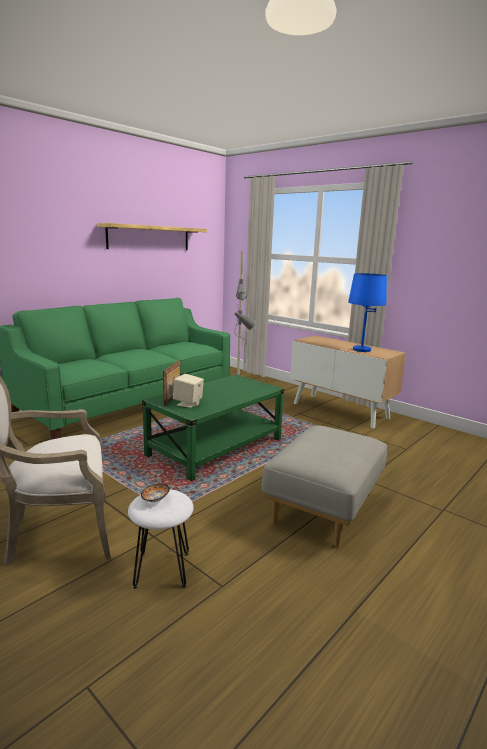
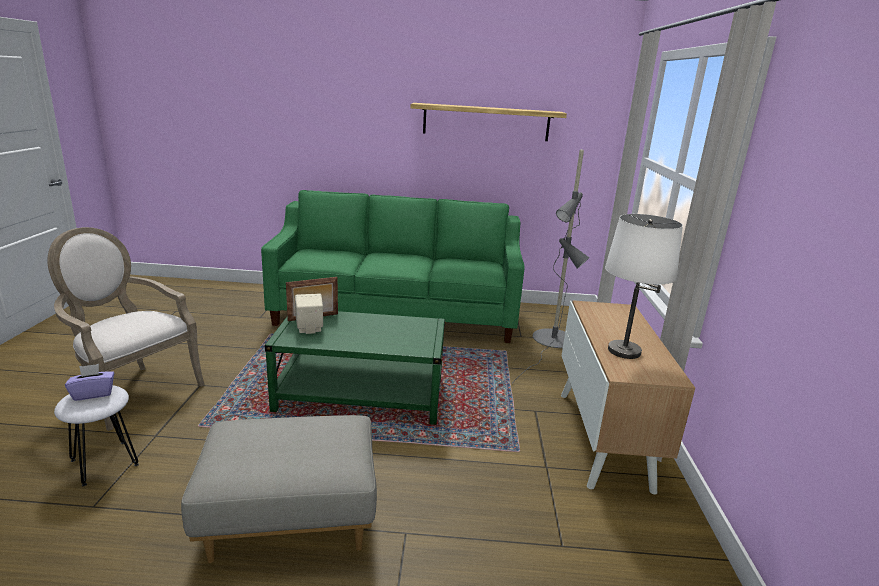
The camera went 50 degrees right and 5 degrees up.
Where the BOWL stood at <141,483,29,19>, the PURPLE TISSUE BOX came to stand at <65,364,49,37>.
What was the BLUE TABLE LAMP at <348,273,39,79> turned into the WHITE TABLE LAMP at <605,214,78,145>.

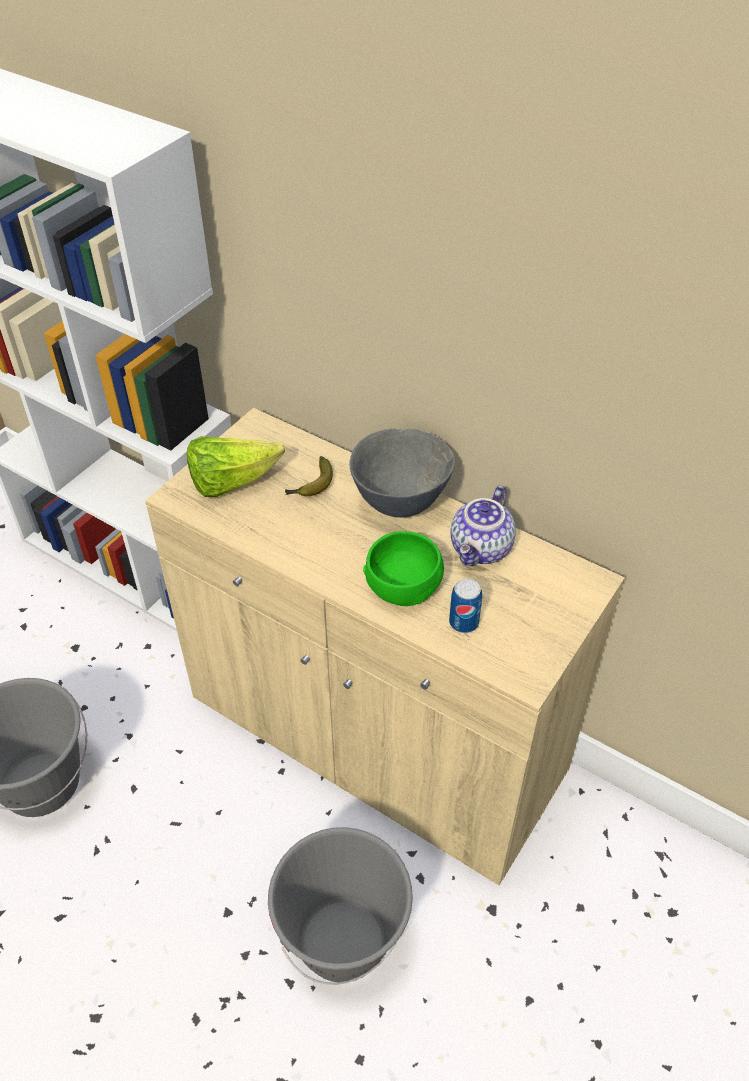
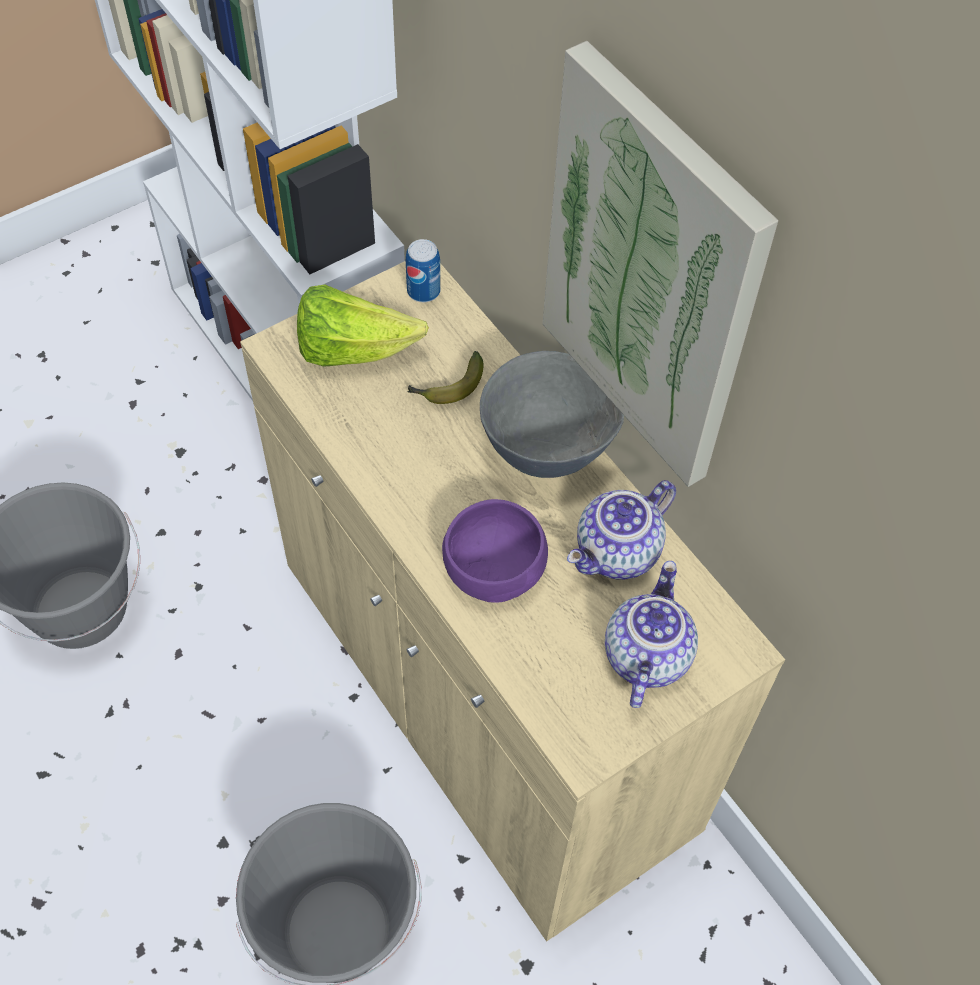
The camera went 20 degrees right and 10 degrees up.
The CAN ended up elsewhere, having gone from <449,579,33,54> to <406,239,35,63>.
What was the GREEN BOWL at <363,531,81,75> turned into the PURPLE BOWL at <442,499,106,104>.
The second view gained the PICTURE at <543,41,236,446>.
The second view gained the TEAPOT at <605,561,93,147>.

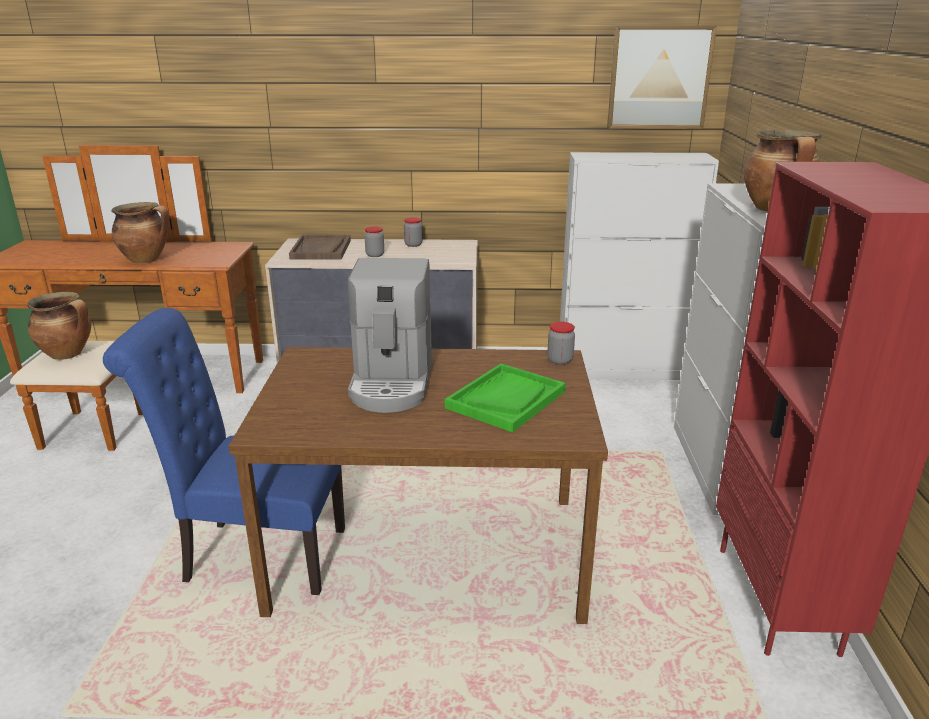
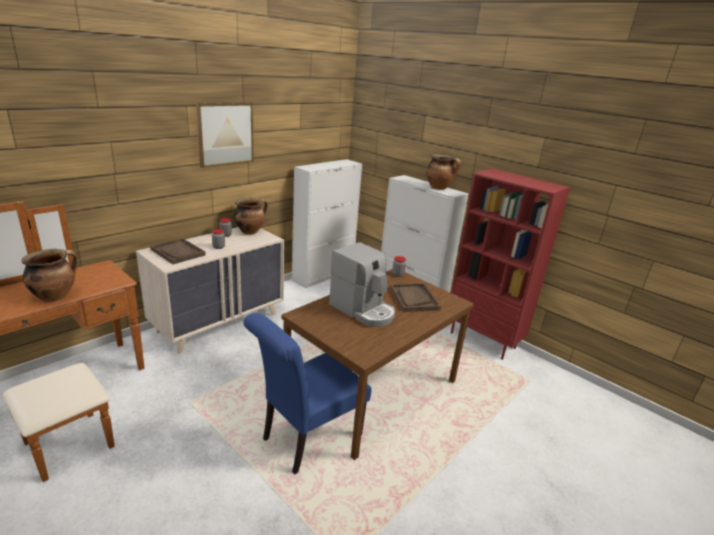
The camera went 50 degrees left and 0 degrees up.
The PICTURE ended up elsewhere, having gone from <607,25,110,104> to <196,102,58,66>.
The COOKING POT ended up elsewhere, having gone from <27,292,64,68> to <234,198,34,36>.
What was the GREEN TRAY at <445,363,121,70> turned into the BROWN TRAY at <390,283,51,29>.

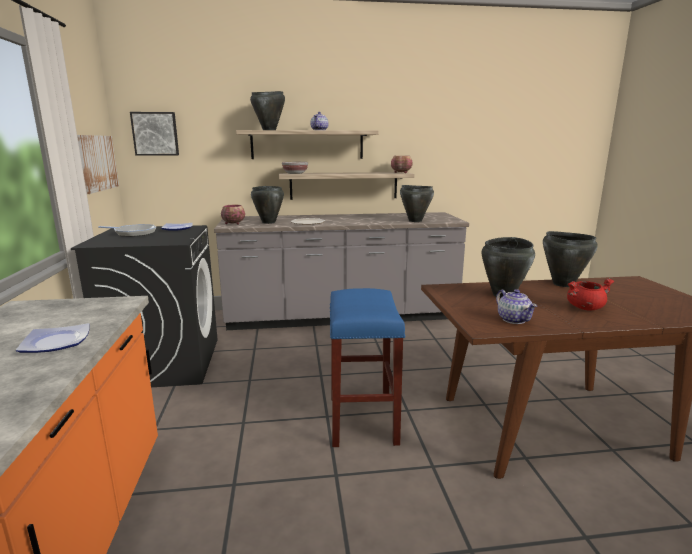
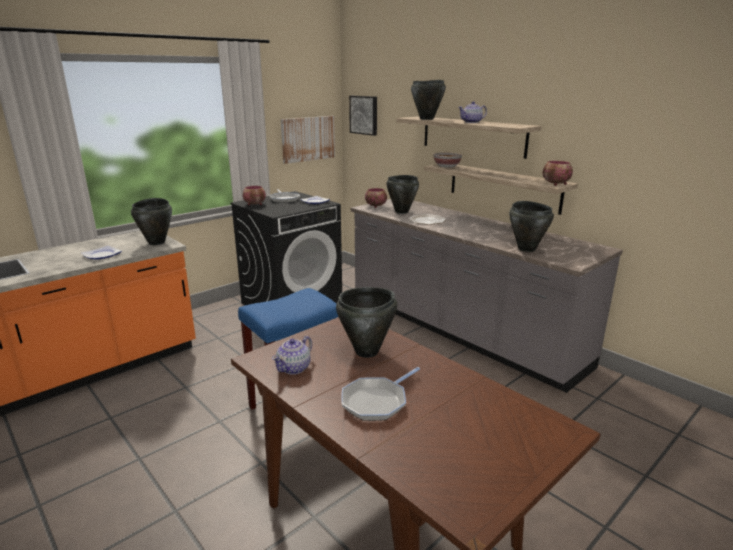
The camera went 55 degrees right and 5 degrees up.
The BLACK COOKING POT ended up elsewhere, having gone from <543,231,55,56> to <131,198,41,47>.
The second view gained the BOWL at <243,186,23,19>.
Where the RED COOKING POT stood at <567,279,47,31>, the FRYING PAN came to stand at <341,367,79,54>.

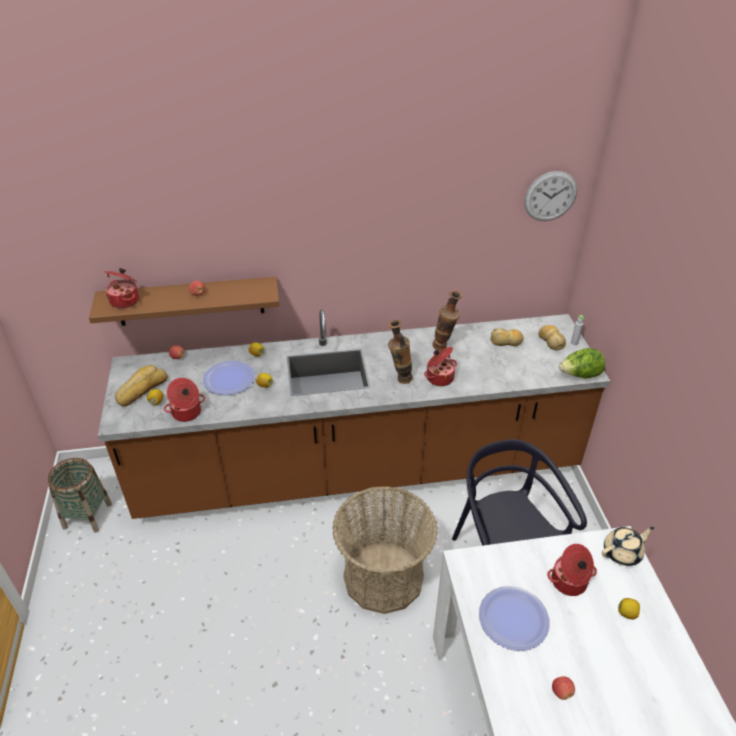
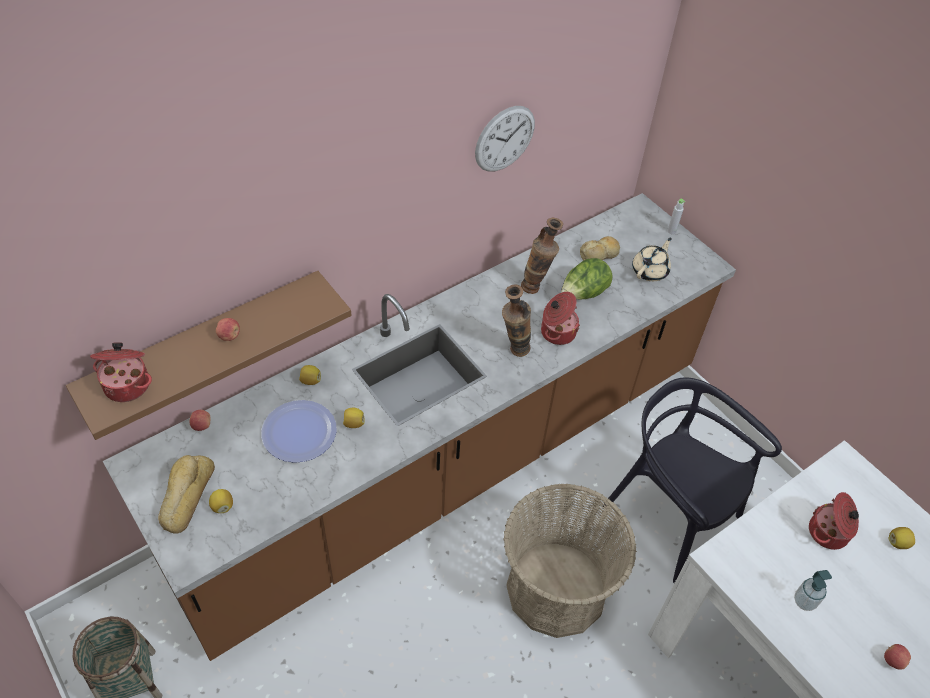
The camera went 30 degrees left and 10 degrees up.
The WALL CLOCK ended up elsewhere, having gone from <524,171,53,50> to <475,106,60,66>.
The LETTUCE ended up elsewhere, having gone from <559,348,46,31> to <561,258,51,41>.
The BEIGE TEAPOT ended up elsewhere, having gone from <602,527,52,39> to <632,238,39,43>.
Where the PLATE stood at <479,586,71,65>, the SOAP DISPENSER came to stand at <794,570,38,41>.
The second view lost the COOKING POT at <164,378,41,44>.
The second view lost the BREAD at <538,325,28,25>.

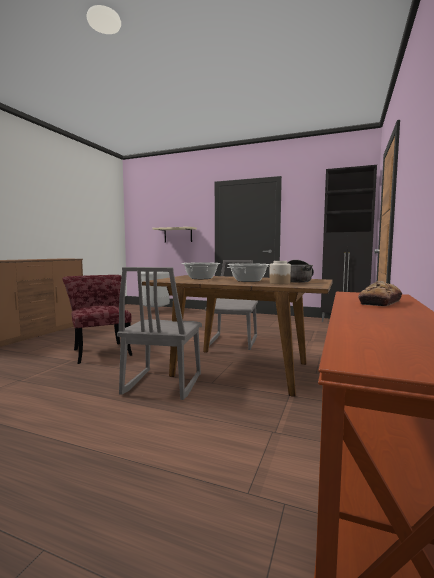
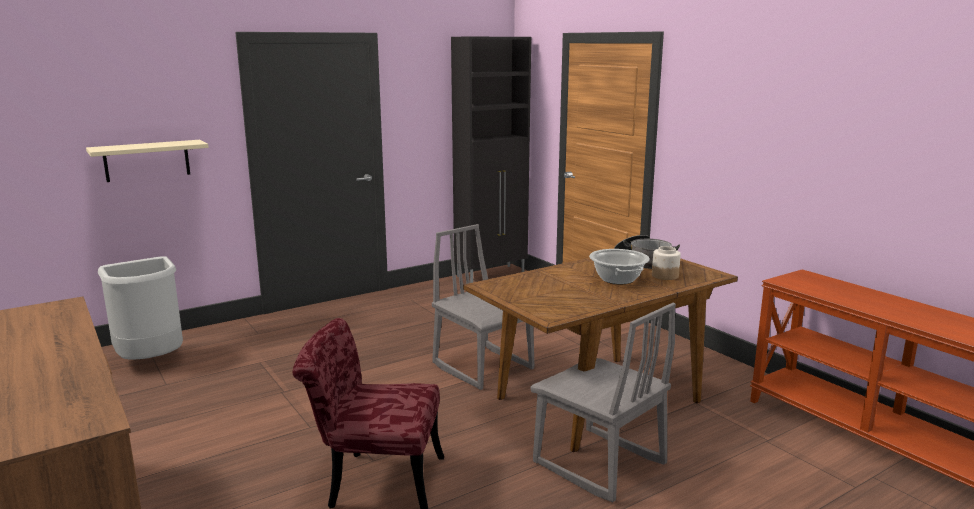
The camera went 55 degrees left and 10 degrees up.
The second view lost the COOKING POT at <182,262,38,17>.
The second view lost the BREAD at <358,281,44,26>.

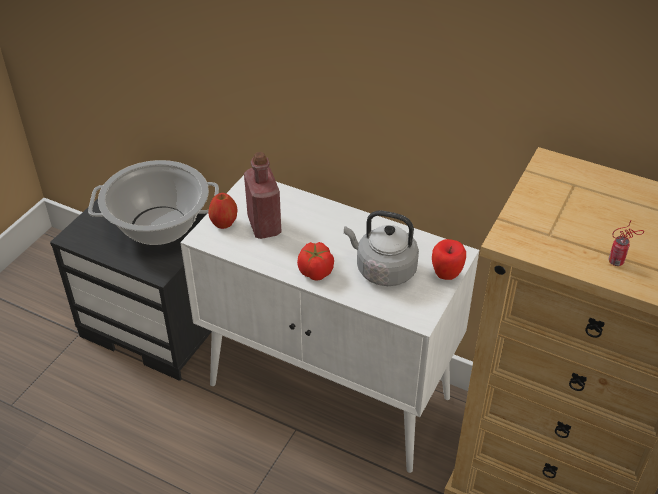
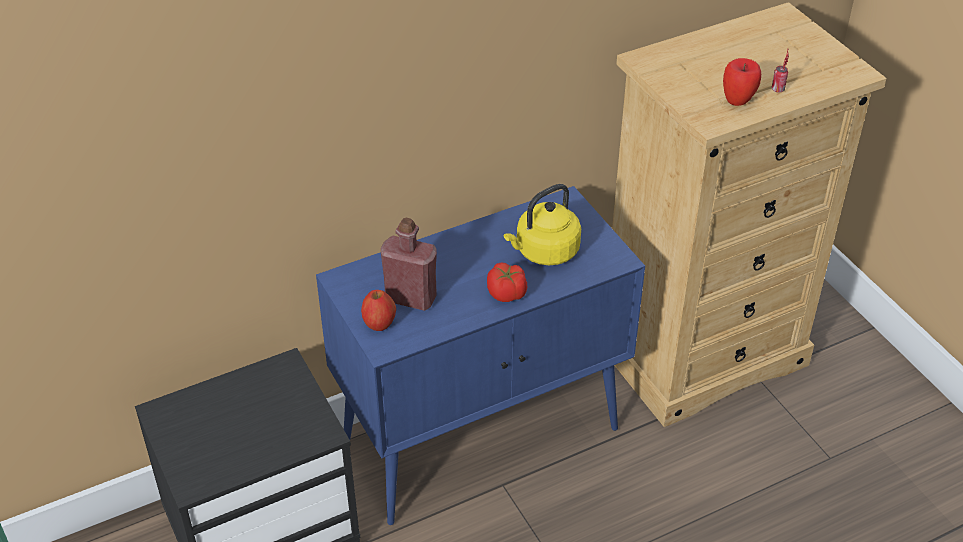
The camera went 55 degrees left and 0 degrees up.
What was the WHITE CABINET at <180,175,299,298> turned into the BLUE CABINET at <316,186,329,339>.
What was the GREY KETTLE at <344,210,75,76> turned into the YELLOW KETTLE at <504,184,77,81>.
The APPLE ended up elsewhere, having gone from <432,239,34,41> to <723,58,38,48>.
The second view lost the COOKING POT at <88,160,131,85>.

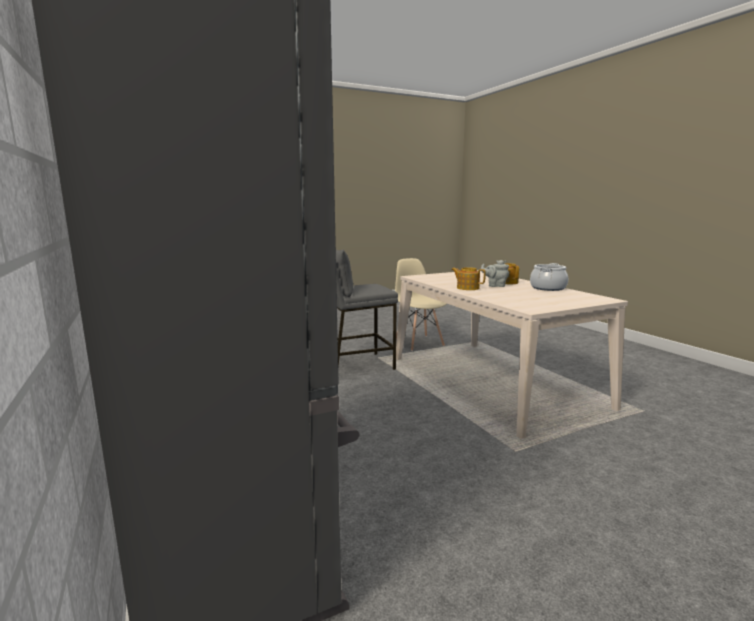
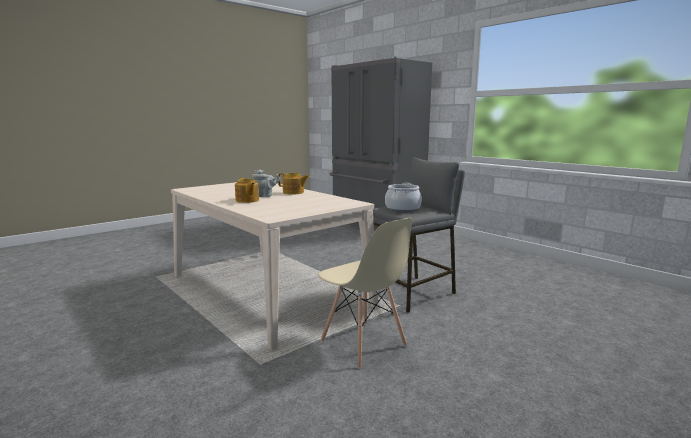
The camera went 165 degrees right and 0 degrees up.
The COOKING POT ended up elsewhere, having gone from <530,263,38,28> to <385,183,37,29>.

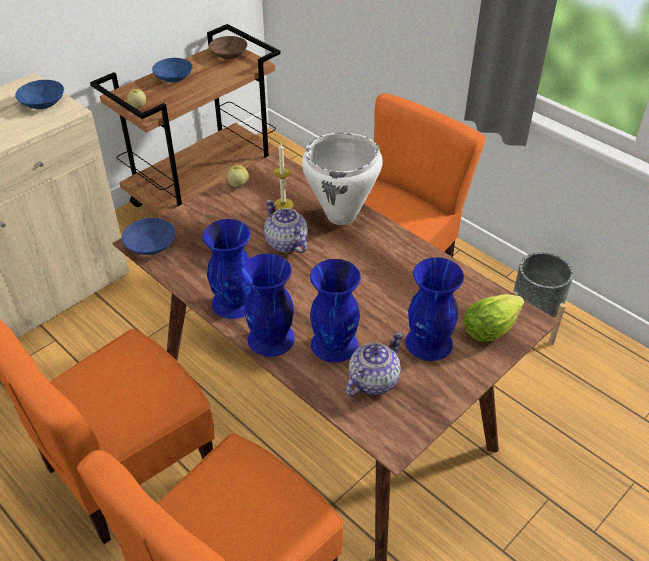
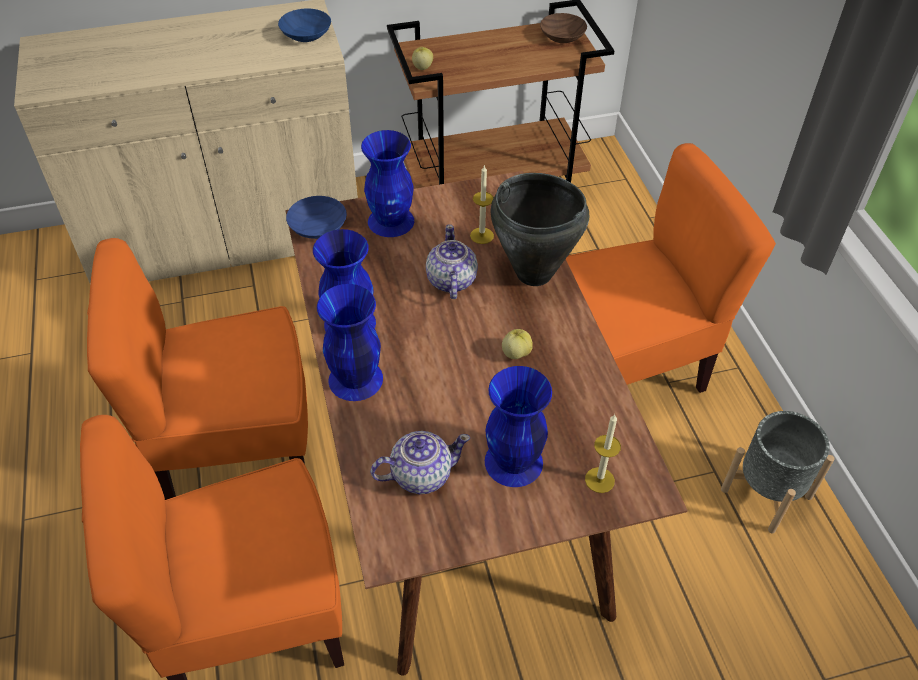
The camera went 30 degrees right and 5 degrees up.
The BLUE VASE ended up elsewhere, having gone from <310,259,51,104> to <361,130,53,107>.
What was the WHITE COOKING POT at <302,133,81,92> turned into the BLACK COOKING POT at <491,173,98,113>.
The APPLE ended up elsewhere, having gone from <227,165,22,22> to <502,329,31,30>.
Where the LETTUCE stood at <464,294,61,48>, the CANDLE came to stand at <585,414,36,79>.
The second view lost the BLUE BOWL at <152,58,41,25>.

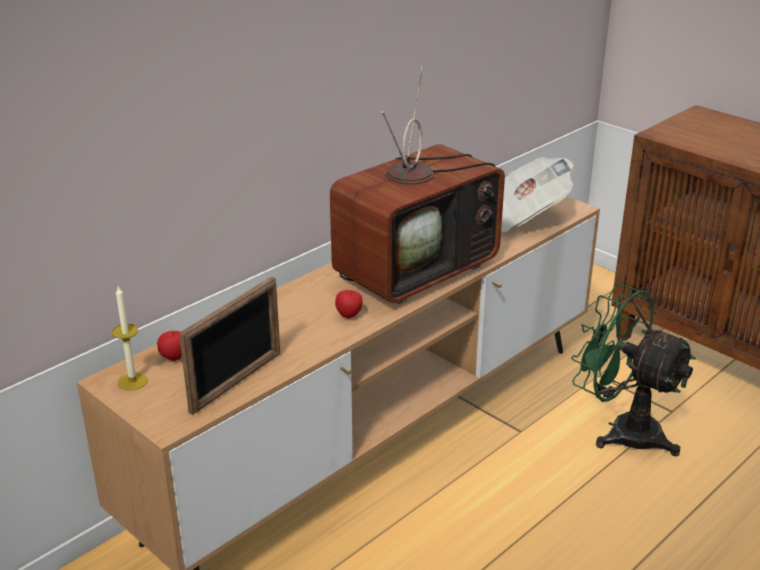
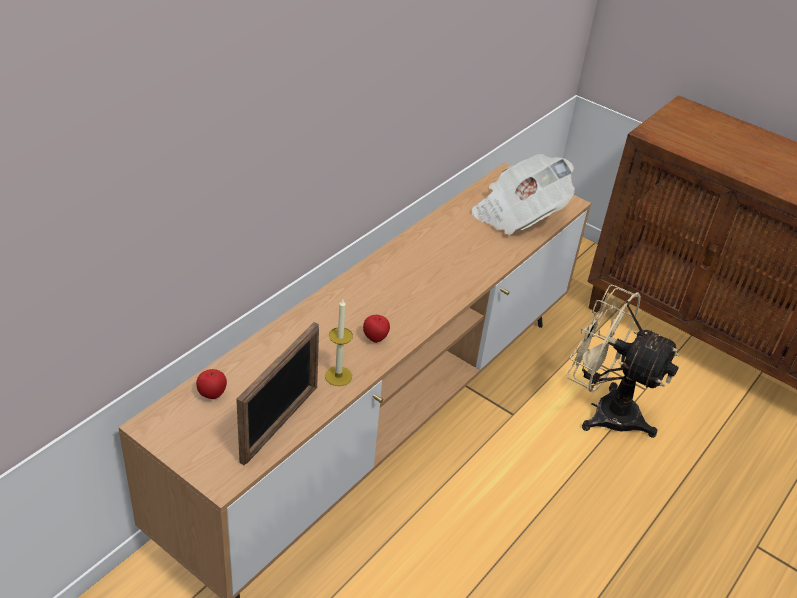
The camera went 10 degrees left and 10 degrees up.
The CANDLE ended up elsewhere, having gone from <112,287,36,104> to <325,299,28,87>.
What was the GREEN FAN at <571,283,125,174> turned into the BEIGE FAN at <567,285,113,153>.
The second view lost the TELEVISION at <330,66,175,238>.

